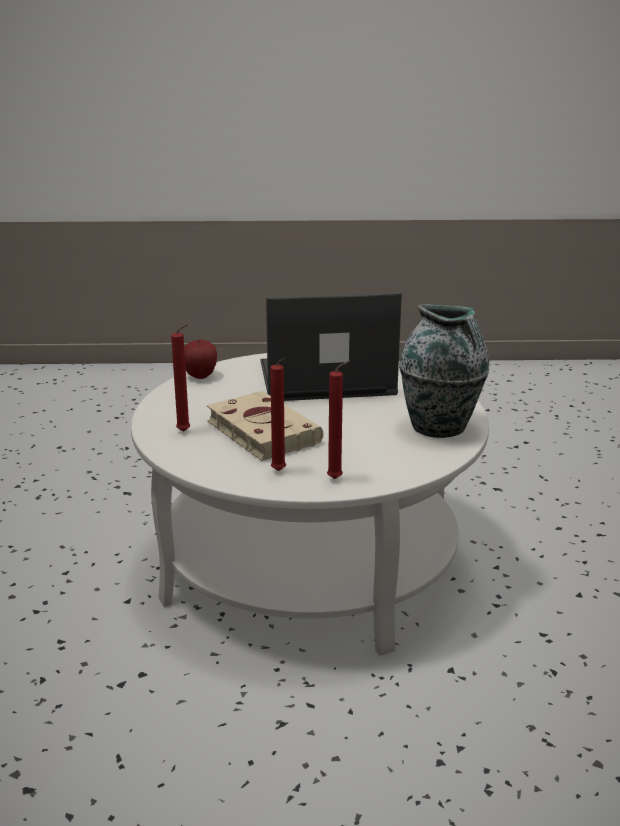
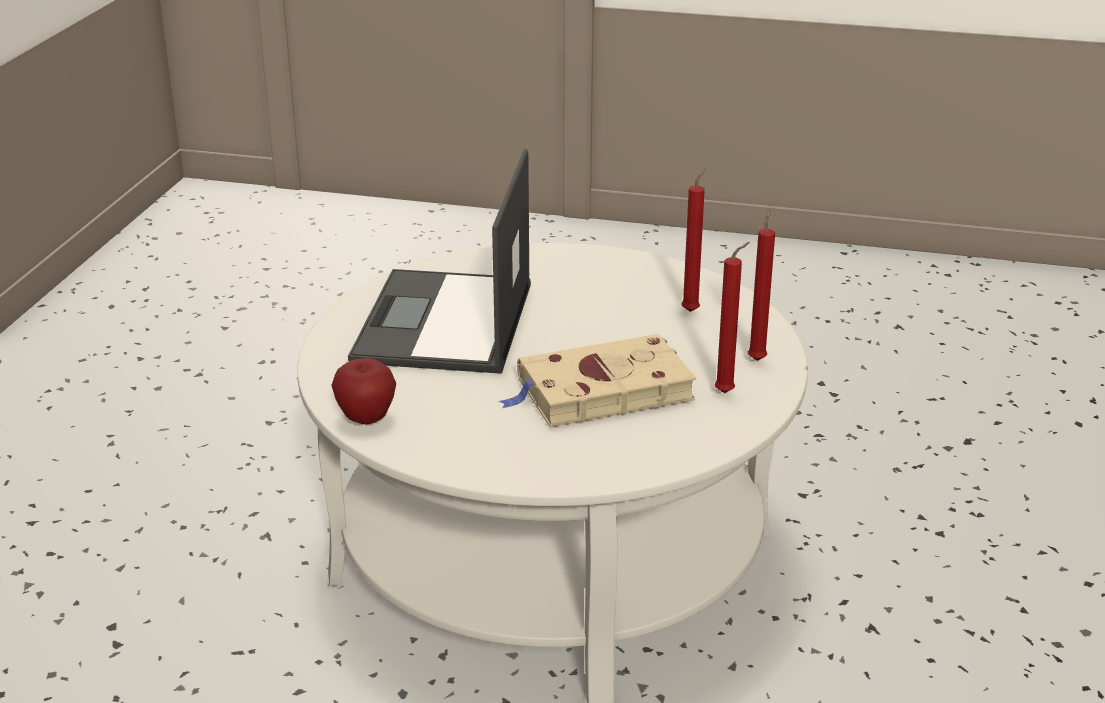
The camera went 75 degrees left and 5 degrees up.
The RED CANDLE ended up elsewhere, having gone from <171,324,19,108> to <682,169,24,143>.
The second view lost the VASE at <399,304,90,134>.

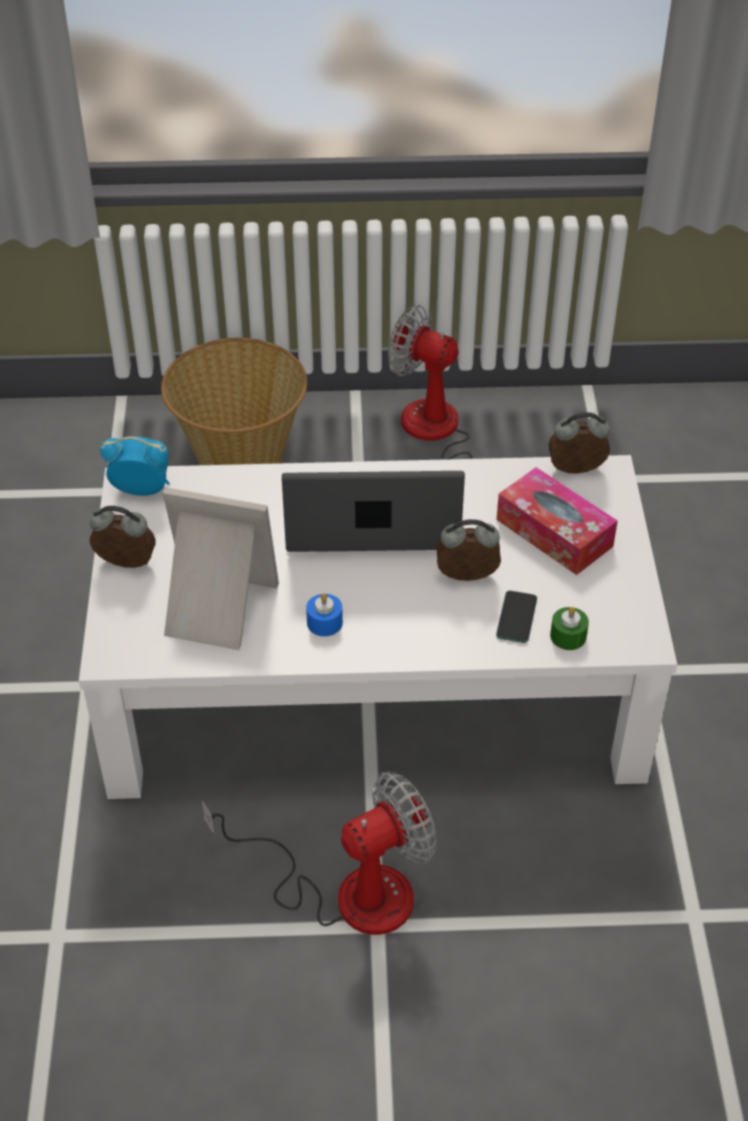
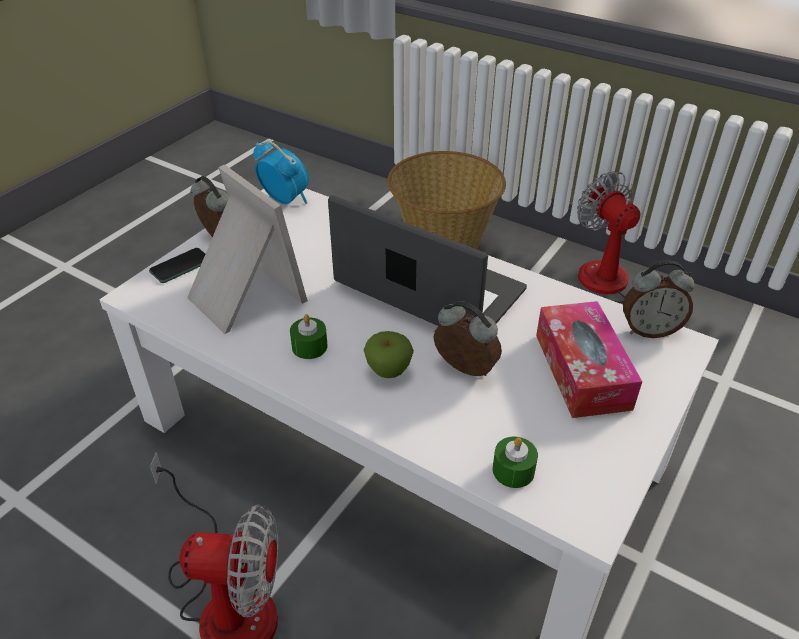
The camera went 35 degrees right and 5 degrees down.
The PHONE ended up elsewhere, having gone from <496,591,41,52> to <149,248,56,35>.
What was the BLUE CANDLE at <306,593,37,43> turned into the GREEN CANDLE at <290,314,38,45>.
The second view gained the APPLE at <364,331,50,47>.
The ALARM CLOCK at <549,412,61,62> ended up facing another way, 150 degrees clockwise from before.

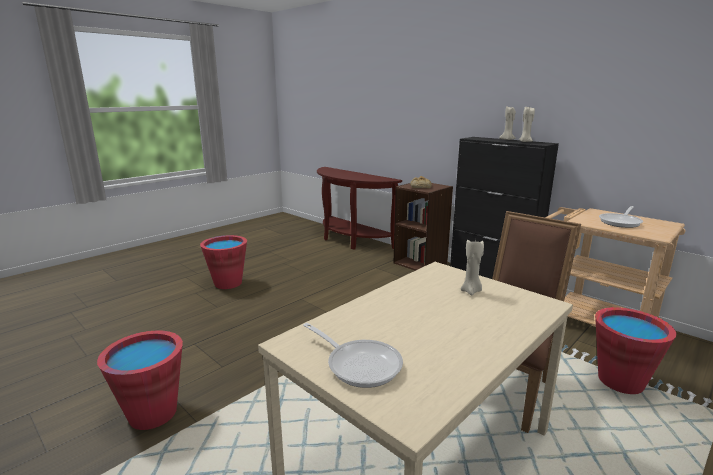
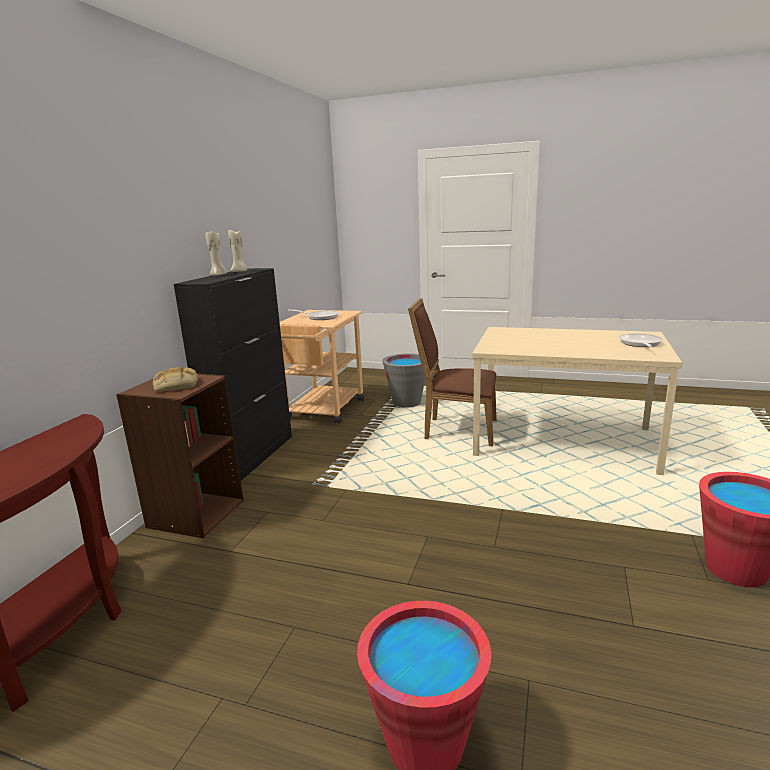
The camera went 115 degrees left and 0 degrees up.
What was the RED BUCKET at <595,307,81,87> turned into the GREY BUCKET at <383,353,42,55>.
The second view lost the BEIGE CANDLE at <461,239,23,56>.

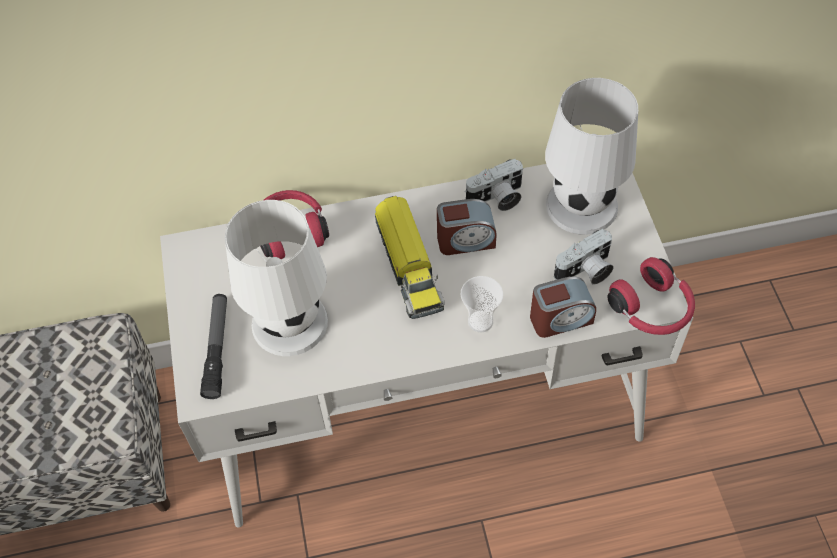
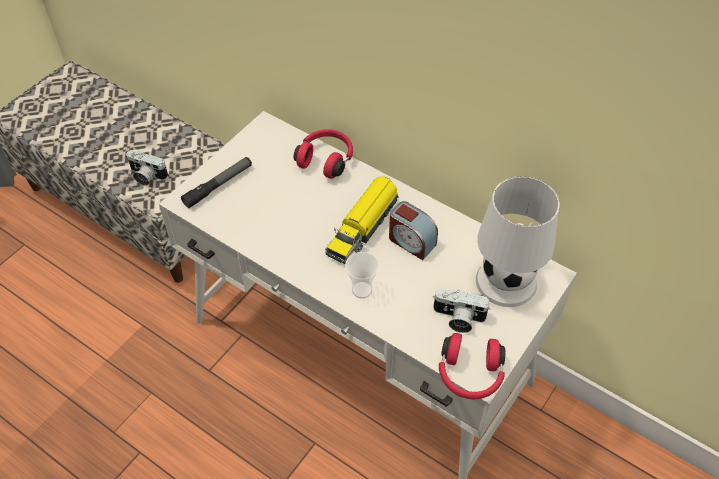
The camera went 45 degrees right and 5 degrees down.
The PHOTO CAMERA ended up elsewhere, having gone from <464,159,59,52> to <126,150,42,36>.
The second view lost the WHITE TABLE LAMP at <225,200,103,156>.
The second view lost the ALARM CLOCK at <530,276,66,62>.

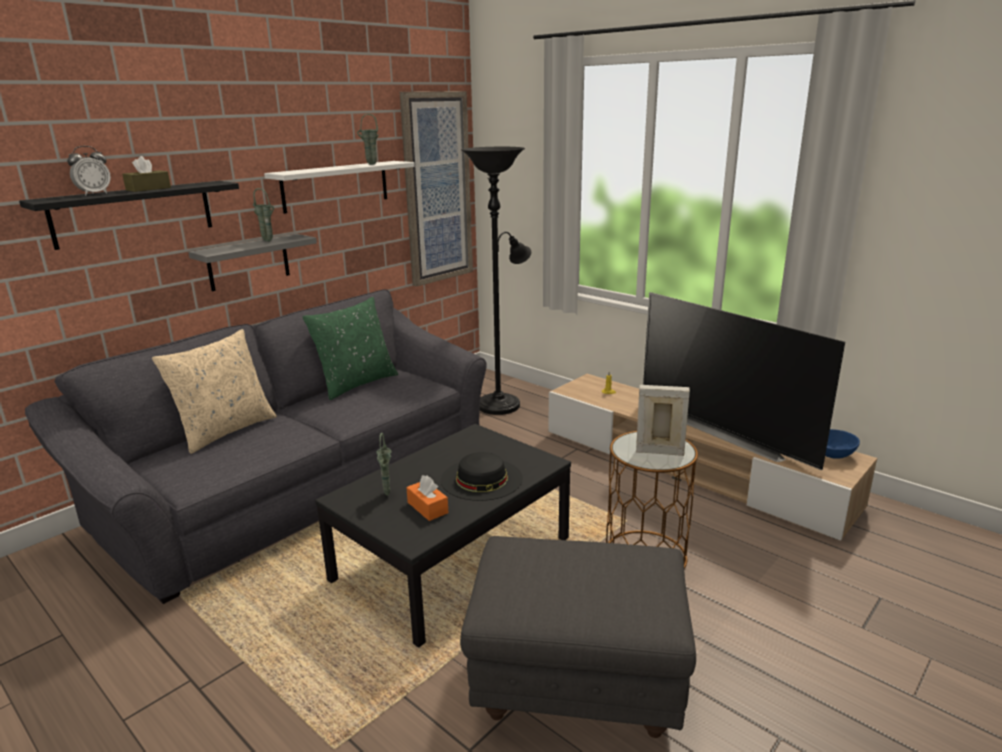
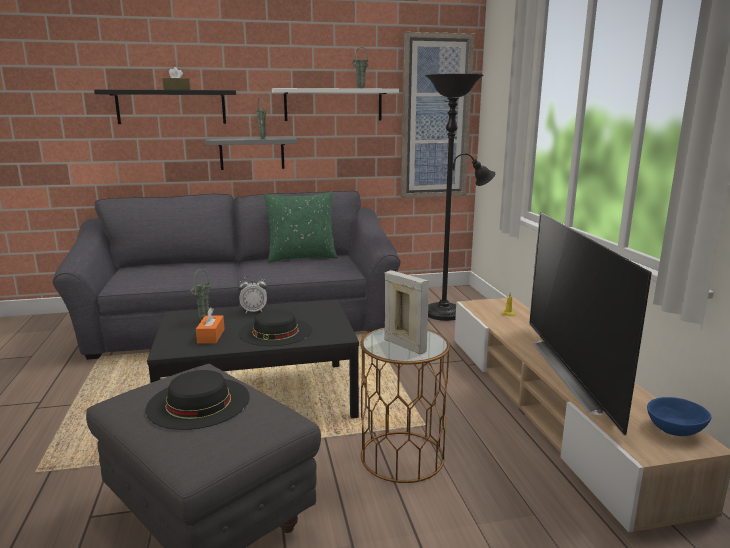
The camera went 35 degrees right and 5 degrees down.
The second view gained the BLACK HAT at <146,370,104,60>.
The ALARM CLOCK ended up elsewhere, having gone from <67,146,44,50> to <238,275,29,38>.
The second view lost the BEIGE PILLOW at <152,329,125,125>.

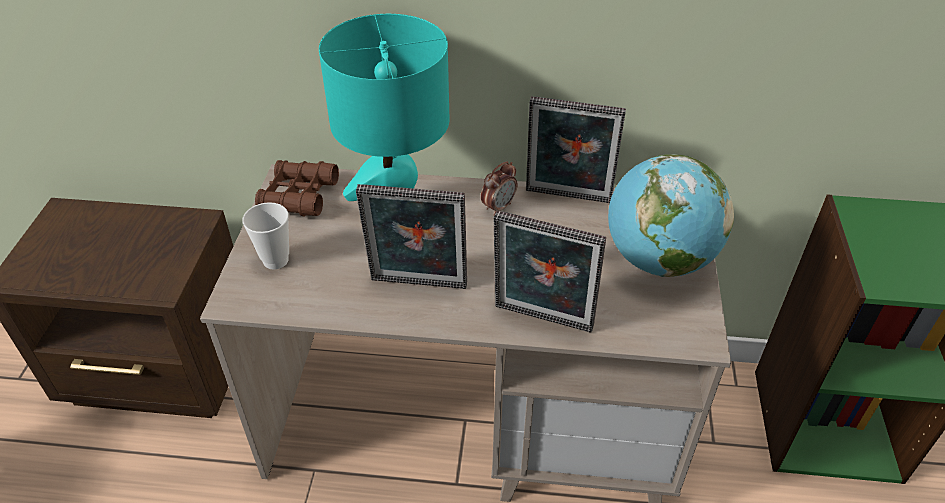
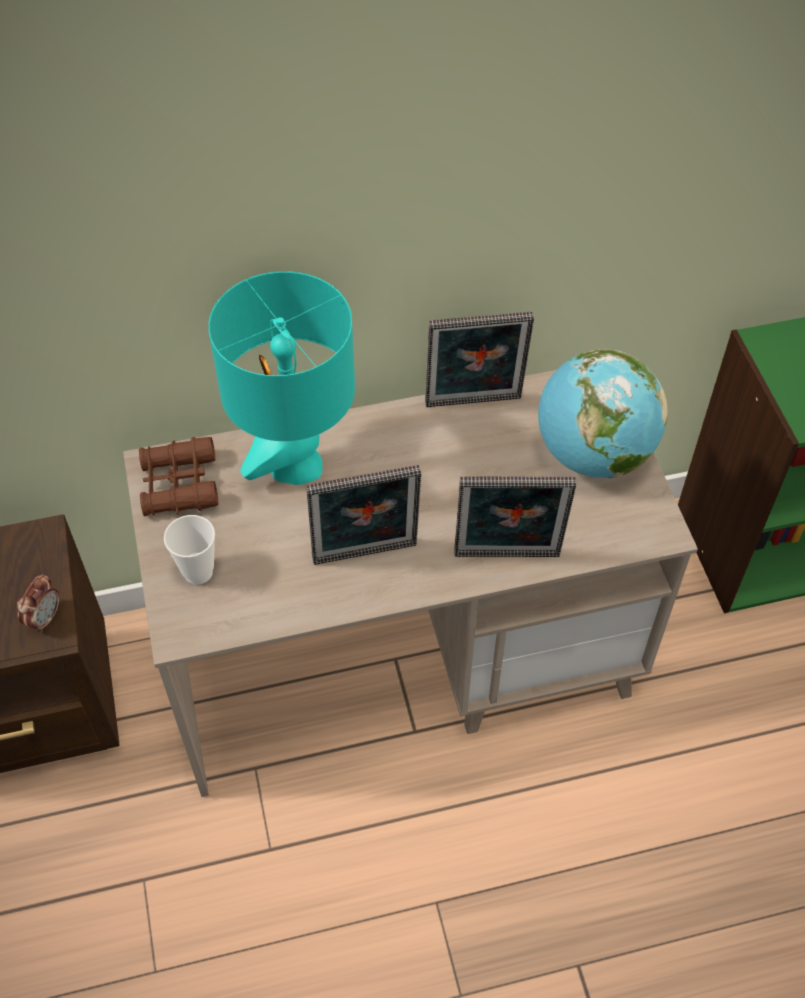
The camera went 20 degrees left and 10 degrees up.
The ALARM CLOCK ended up elsewhere, having gone from <481,161,36,54> to <17,574,42,59>.

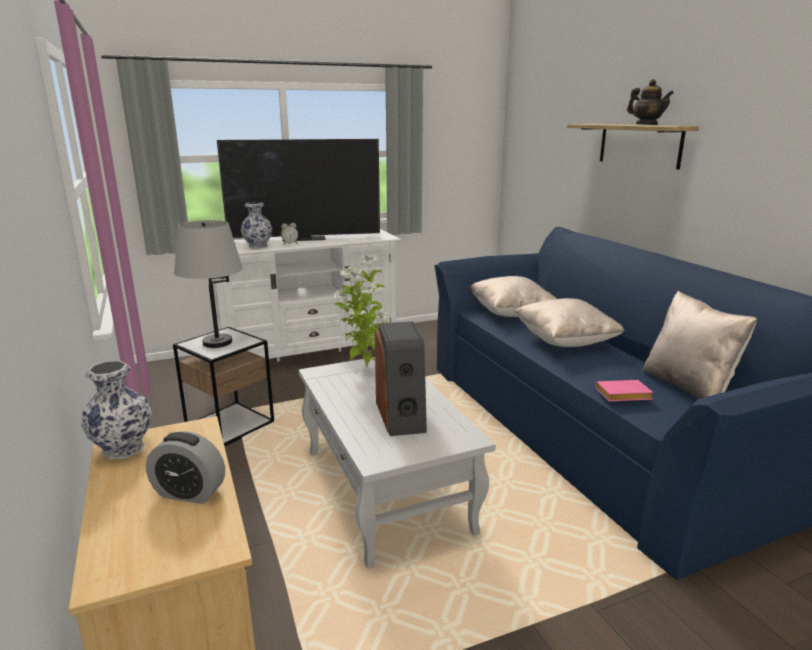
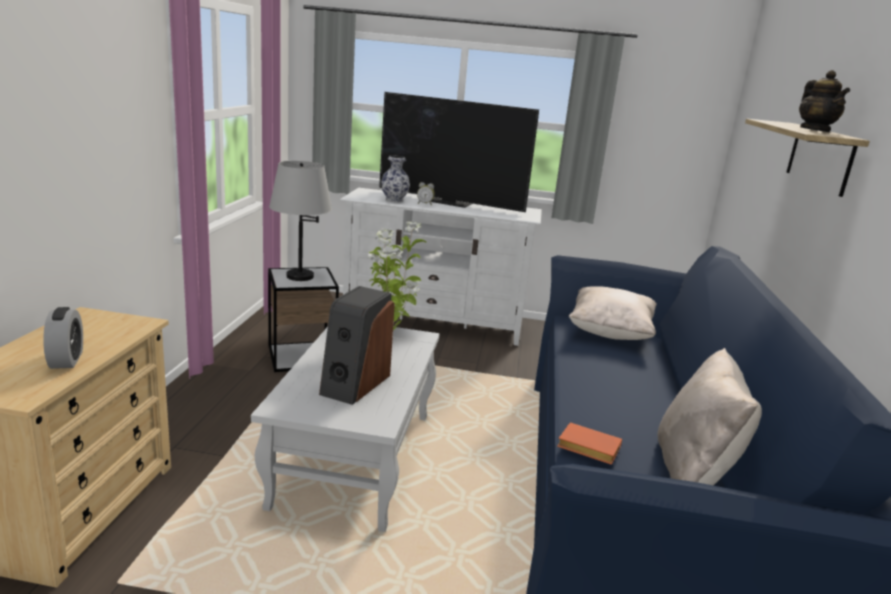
The camera went 30 degrees right and 0 degrees up.
The ALARM CLOCK at <146,431,79,73> ended up facing another way, 150 degrees counterclockwise from before.
What was the PINK BOOK at <596,380,57,21> turned into the ORANGE BOOK at <557,422,65,43>.
The second view lost the VASE at <81,361,71,99>.
The second view lost the BEIGE PILLOW at <515,298,110,49>.

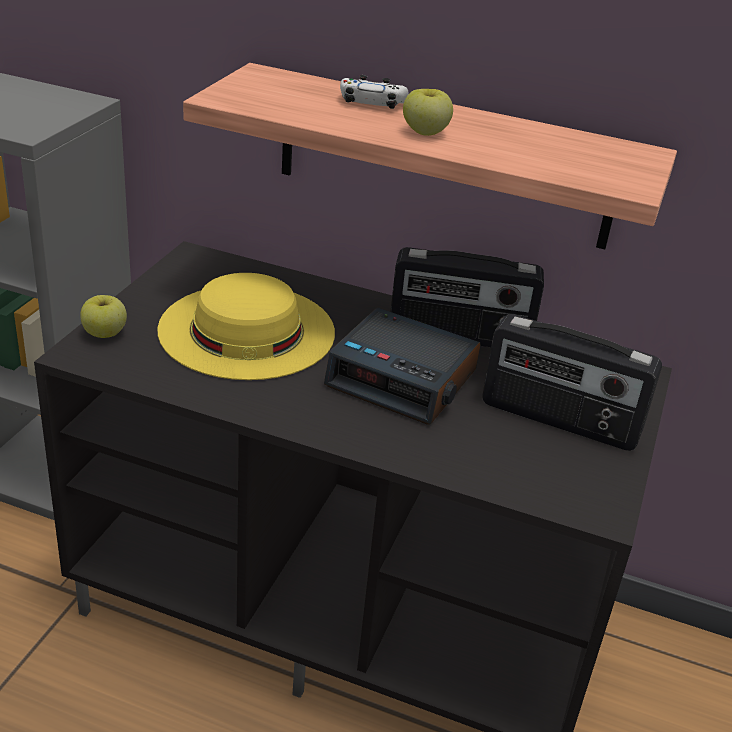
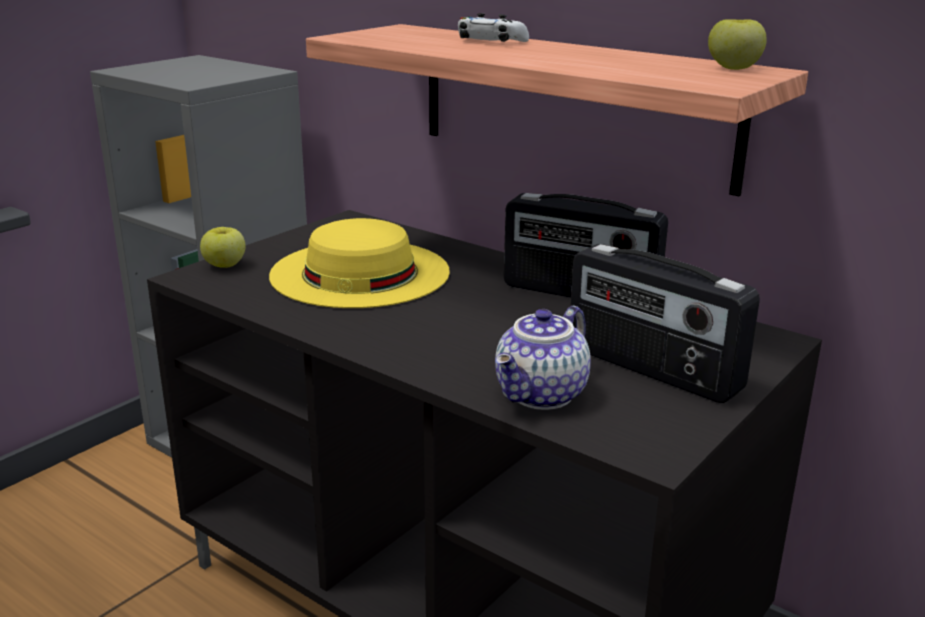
The camera went 20 degrees right and 10 degrees down.
The second view gained the TEAPOT at <495,305,96,105>.
The APPLE ended up elsewhere, having gone from <403,89,50,47> to <708,19,59,51>.
The second view lost the ALARM CLOCK at <324,308,157,117>.

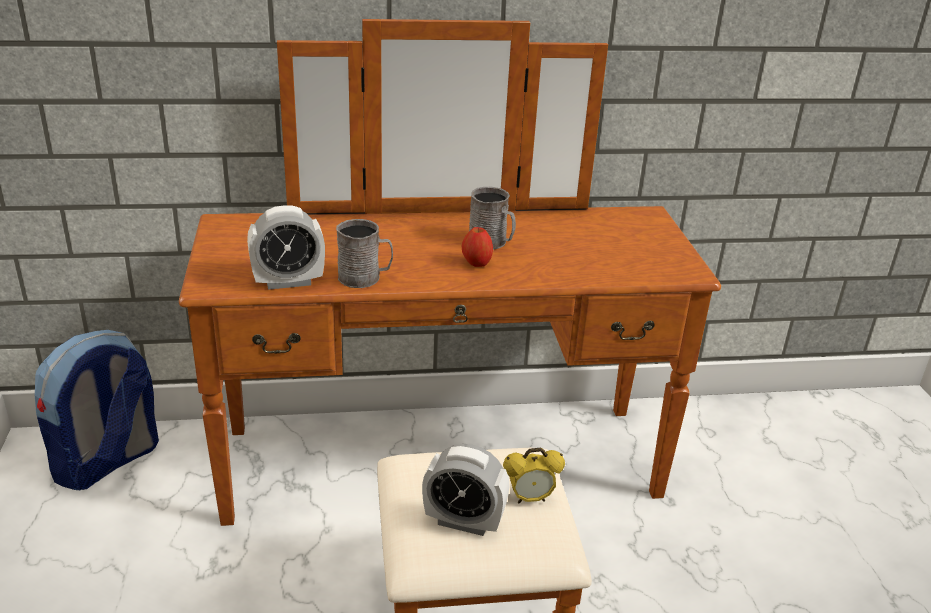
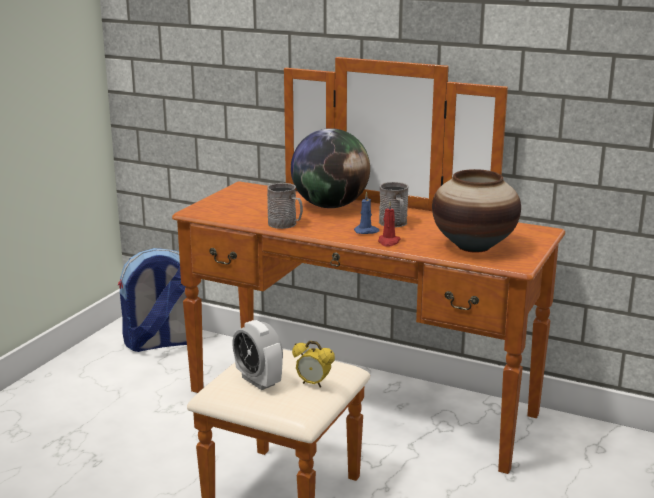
The camera went 35 degrees right and 10 degrees down.
The second view gained the GLOBE at <291,128,79,80>.
Where the APPLE stood at <461,227,32,40>, the BLUE CANDLE came to stand at <354,191,26,43>.
The second view gained the RED CANDLE at <378,201,23,46>.
The second view gained the VASE at <432,169,89,84>.
The second view lost the ALARM CLOCK at <247,205,78,85>.

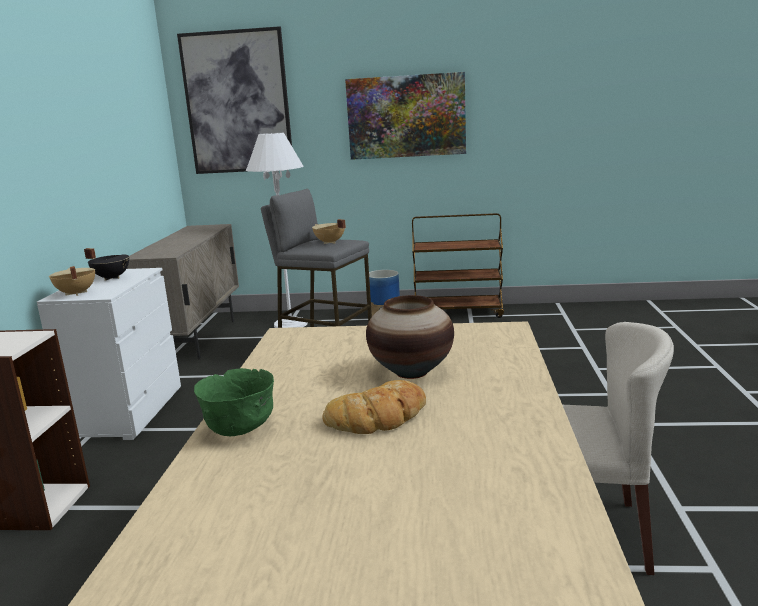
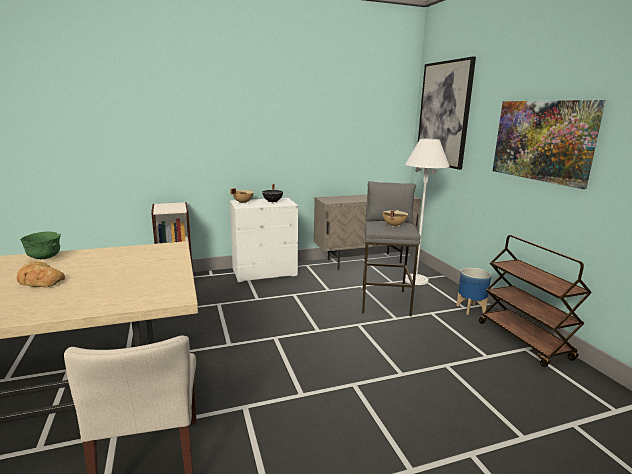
The camera went 65 degrees right and 0 degrees up.
The second view lost the VASE at <366,295,88,84>.

